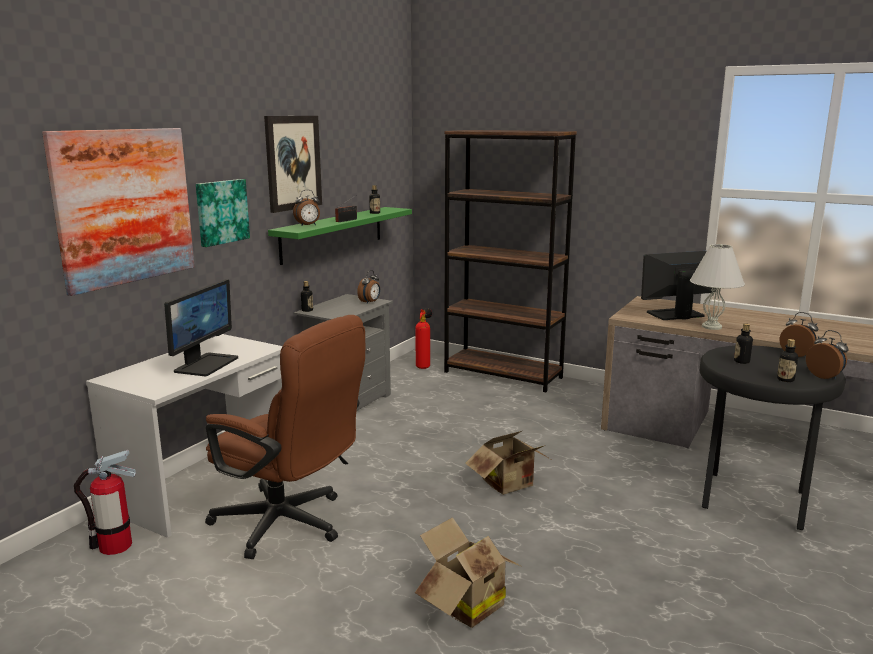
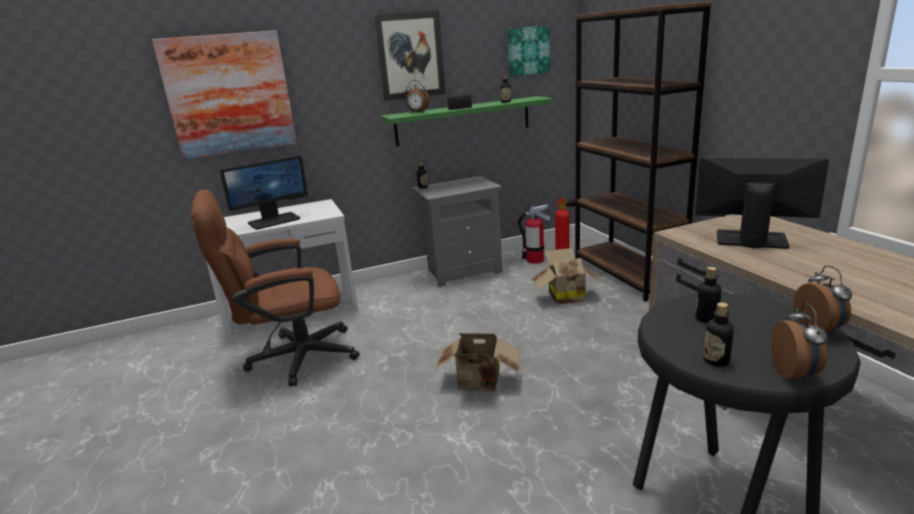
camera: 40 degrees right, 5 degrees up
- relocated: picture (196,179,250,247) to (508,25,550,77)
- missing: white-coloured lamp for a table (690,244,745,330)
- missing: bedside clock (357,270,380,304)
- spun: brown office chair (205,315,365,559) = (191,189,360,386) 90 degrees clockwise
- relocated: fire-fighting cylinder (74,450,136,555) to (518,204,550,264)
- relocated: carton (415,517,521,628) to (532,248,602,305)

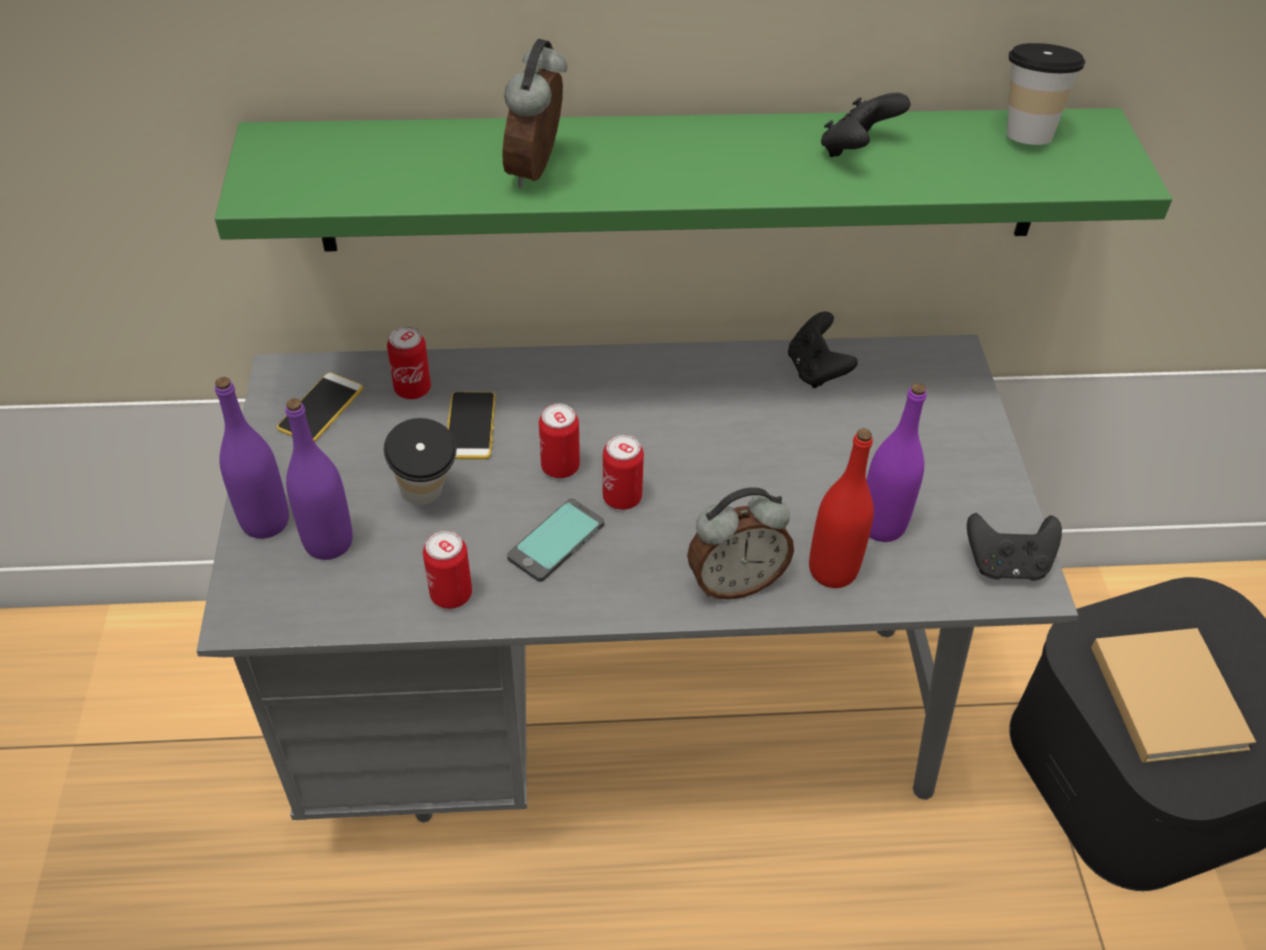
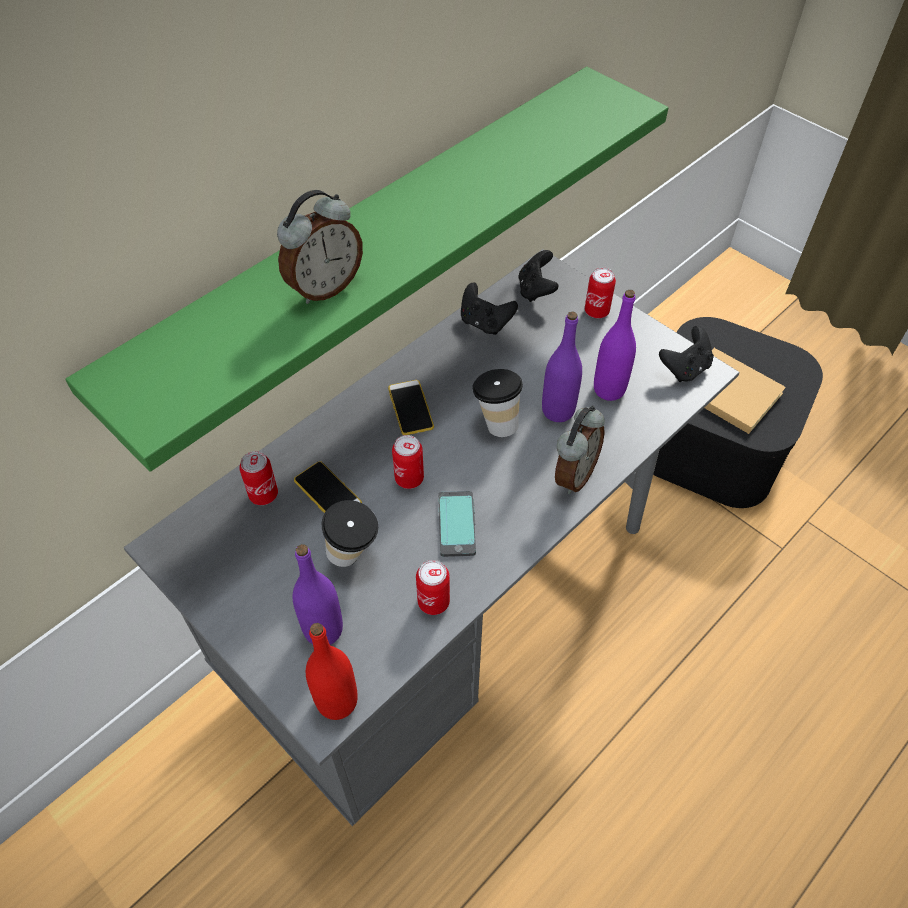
camera: 40 degrees left, 5 degrees up
- spun: bedside clock (503,39,567,188) = (277,190,363,304) 105 degrees counterclockwise
- relocated: drinking cup (1007,43,1085,145) to (472,369,523,437)
- relocated: blackish gamepad (821,93,910,157) to (518,250,559,302)
- relocated: phone (277,373,363,442) to (388,380,434,435)
- relocated: purple-coloured beverage bottle (215,377,289,539) to (542,311,582,422)
- relocated: reddish beverage bottle (809,428,874,588) to (306,623,358,720)
- relocated: can (603,434,644,510) to (585,268,616,318)

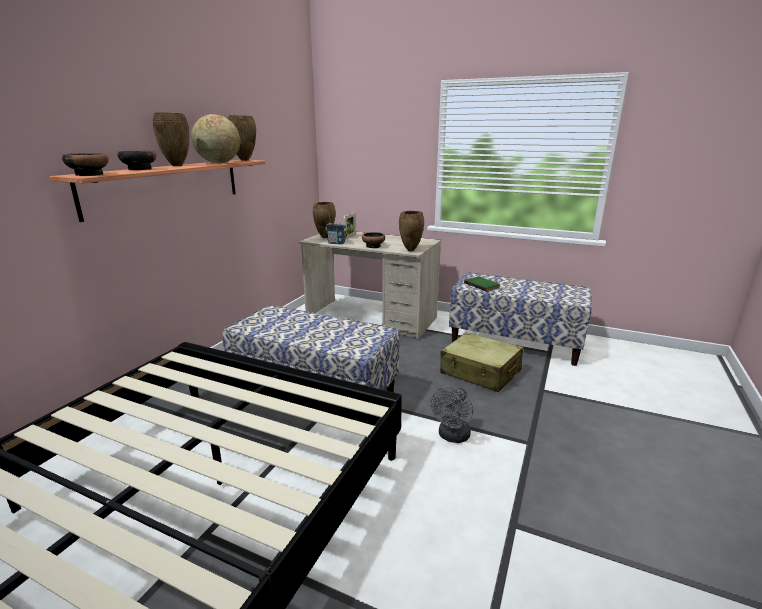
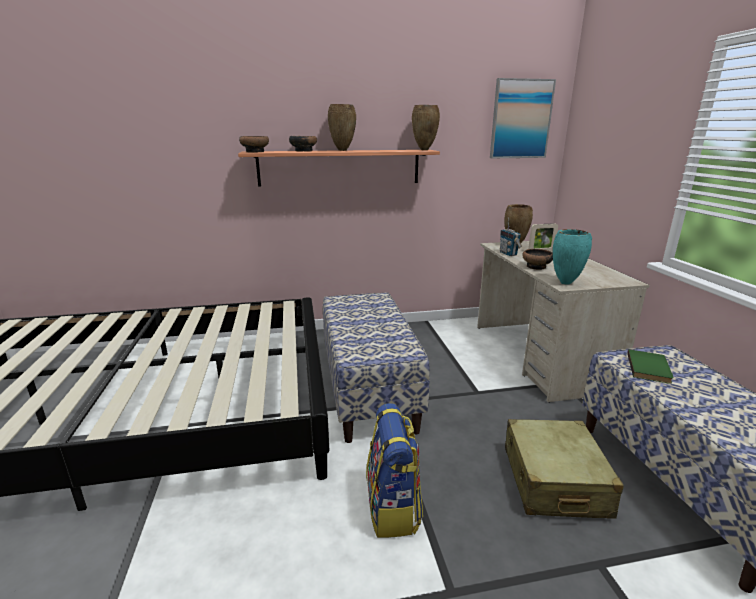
camera: 55 degrees right, 0 degrees up
- missing: world globe (191,114,240,163)
- colour: brown flower vase (399,211,424,251) to blue-green flower vase (553,229,592,285)
- exchanged: grey electric fan (431,387,473,443) to knapsack (366,403,423,538)
- appeared: picture (490,78,556,158)

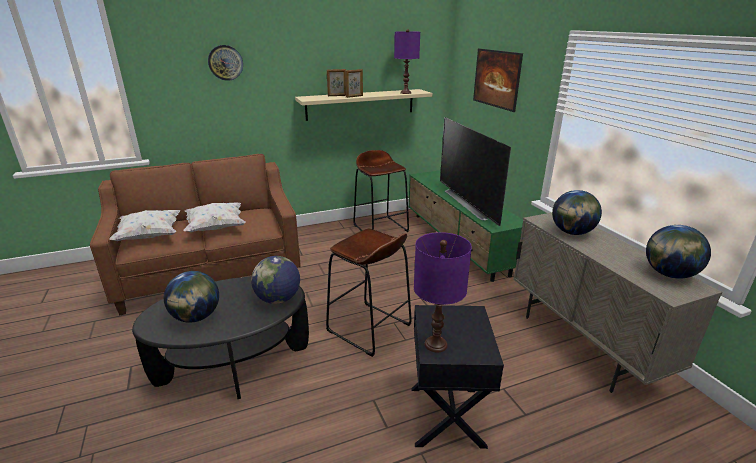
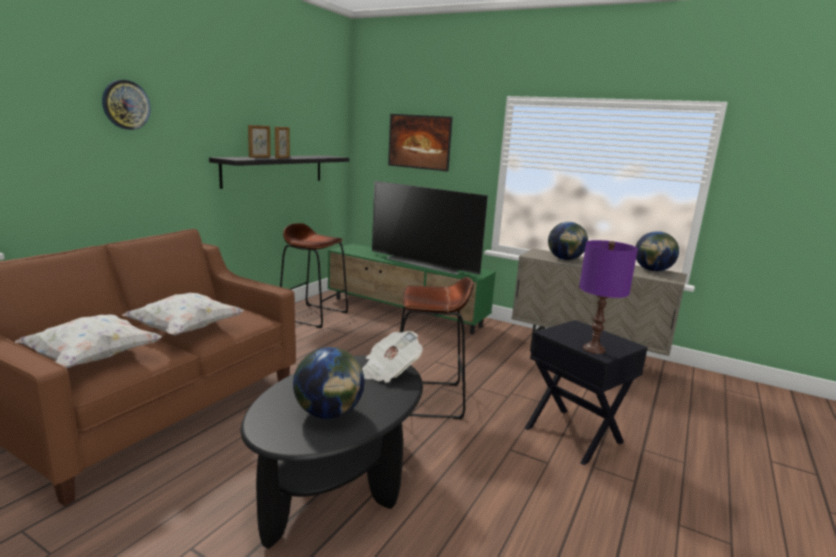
camera: 40 degrees left, 10 degrees down
- missing: purple-coloured lamp for a table (394,29,420,94)
- colour: beige bracket shelf (295,89,432,121) to blackish bracket shelf (209,155,349,189)
- exchanged: world globe (251,256,300,304) to newspaper (362,331,423,383)

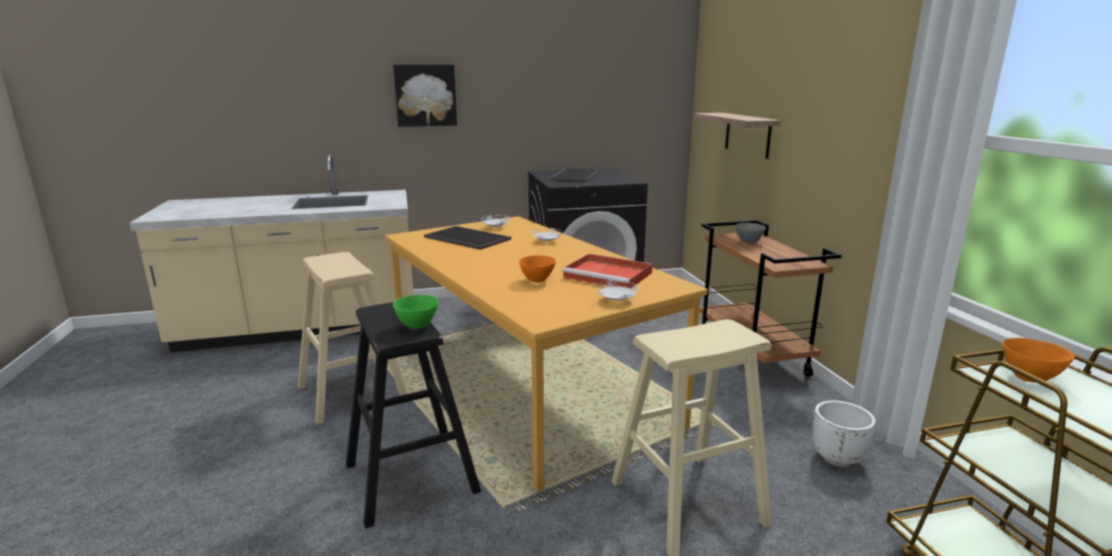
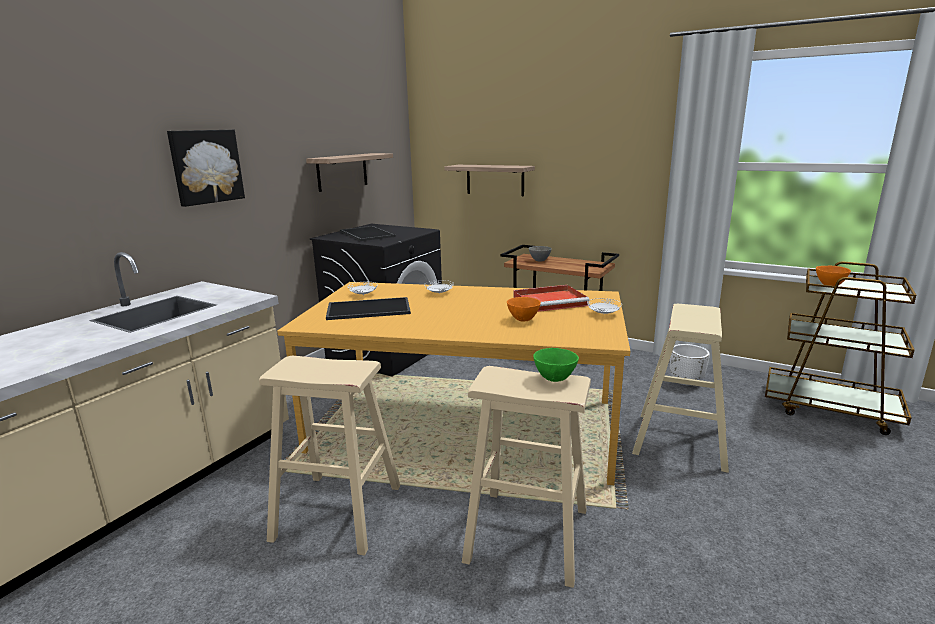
camera: 45 degrees left, 0 degrees up
- colour: blackish stool seat (346,302,481,528) to beige stool seat (462,366,591,588)
- appeared: bracket shelf (306,153,393,192)

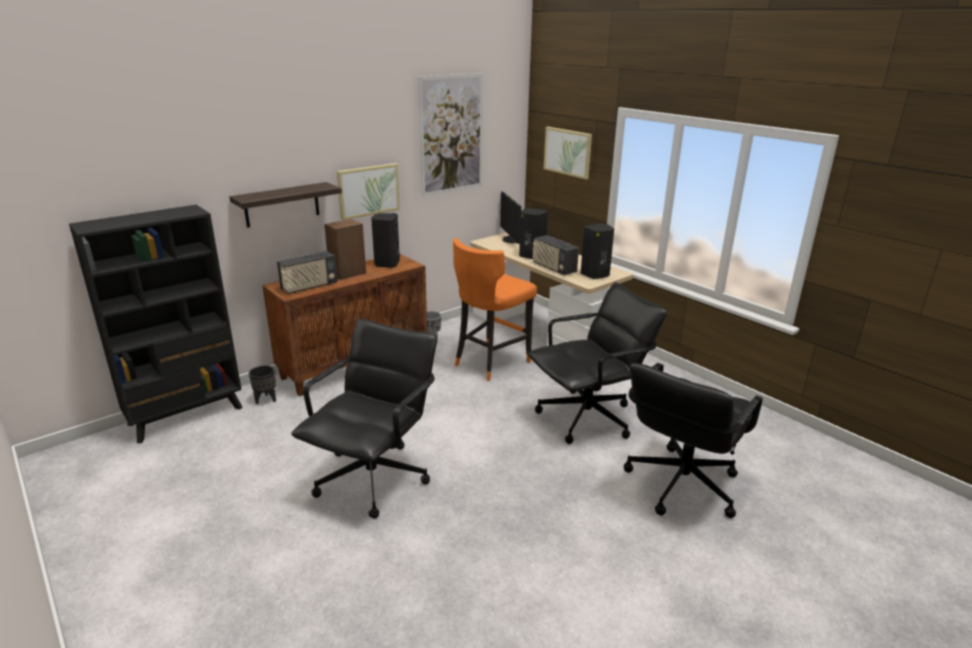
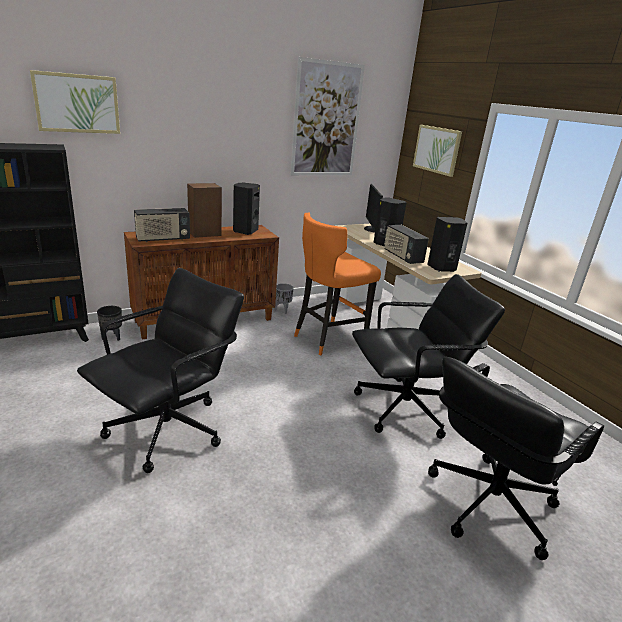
camera: 10 degrees right, 0 degrees up
- relocated: picture (337,163,400,220) to (30,70,120,134)
- missing: bracket shelf (229,182,342,228)

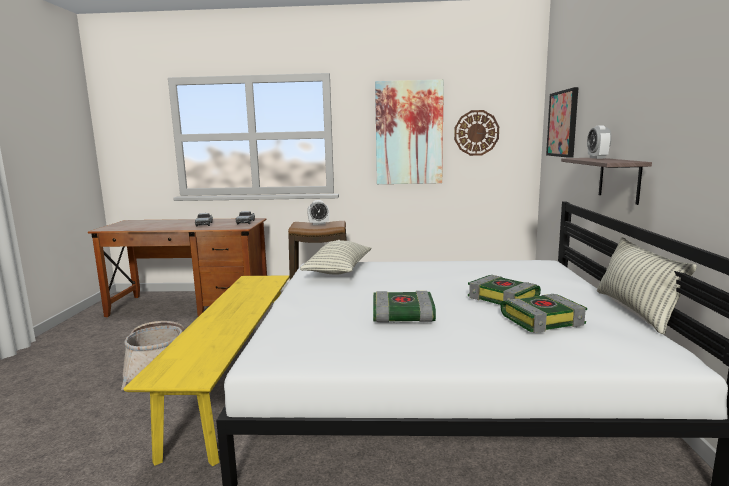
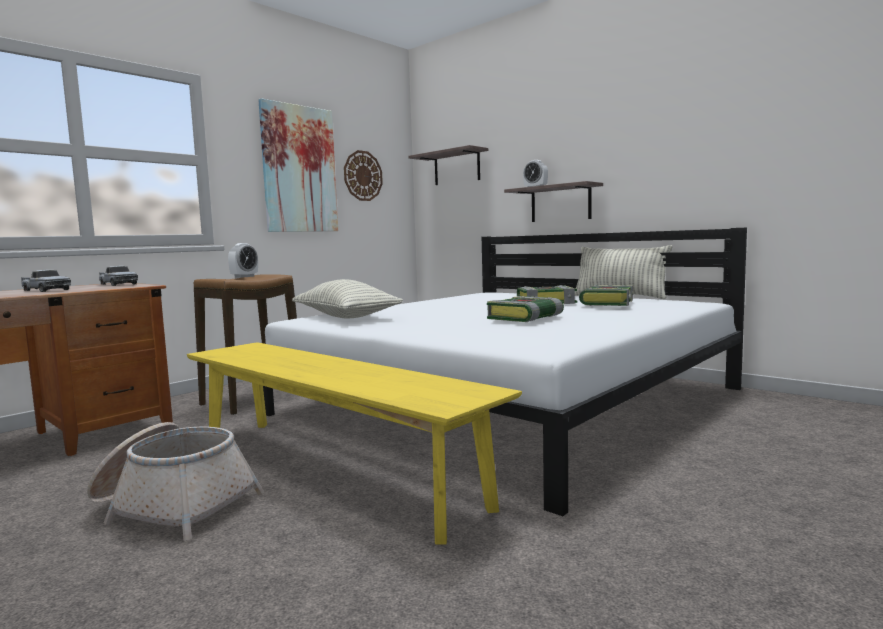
camera: 50 degrees left, 5 degrees down
- exchanged: picture (546,87,578,158) to bracket shelf (409,145,488,185)

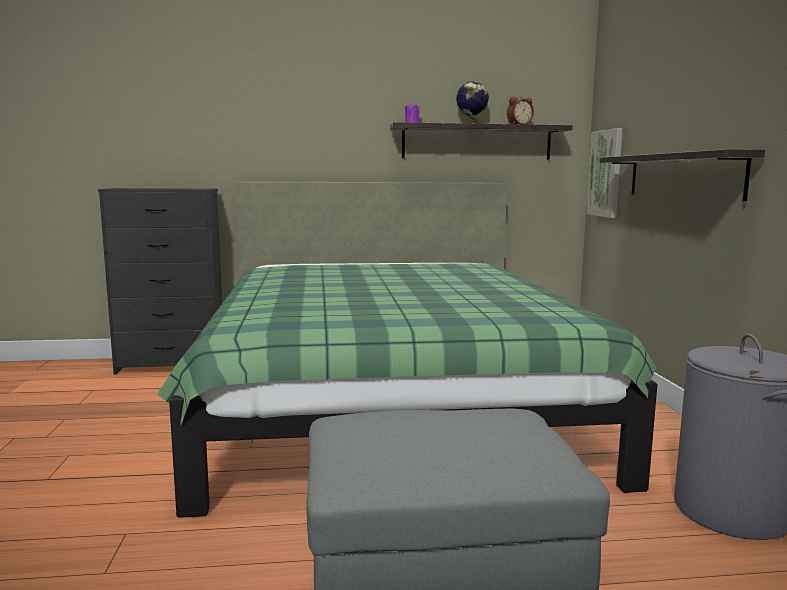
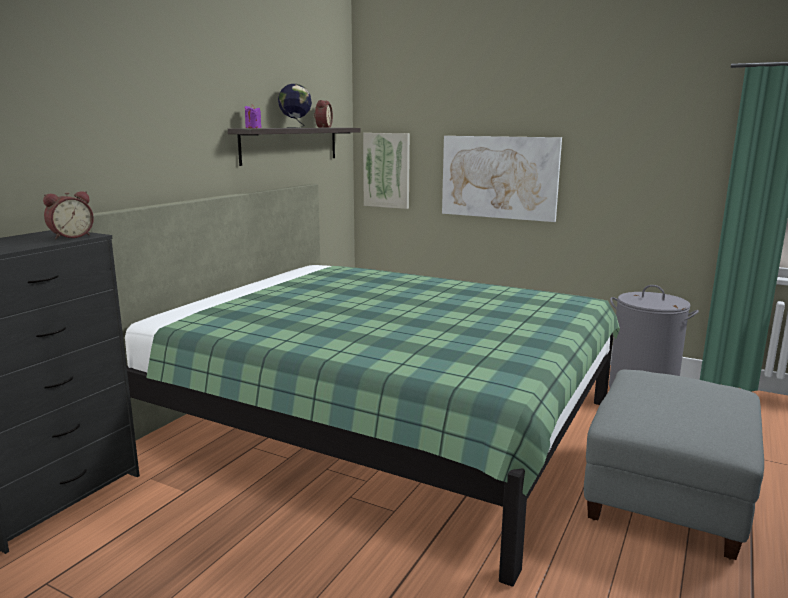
camera: 55 degrees left, 5 degrees up
- exchanged: bracket shelf (600,149,765,201) to picture (442,136,562,222)
- appeared: bedside clock (43,191,94,239)

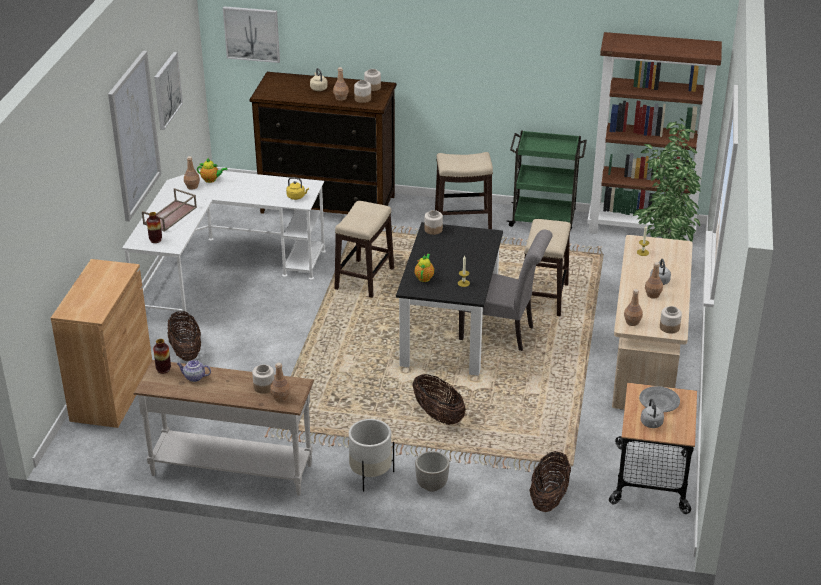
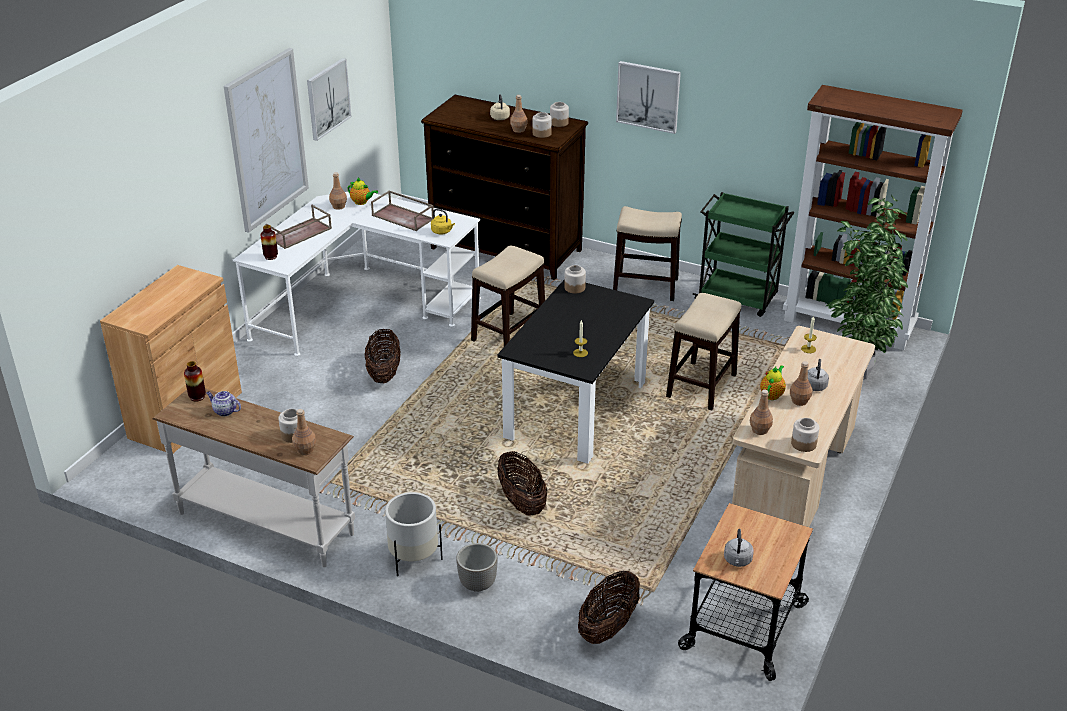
camera: 15 degrees right, 0 degrees up
- relocated: picture (223,6,280,63) to (616,61,681,134)
- missing: grey chair (458,230,553,351)
- relocated: teapot (414,254,434,282) to (760,365,786,400)
- relocated: household basket (167,311,201,361) to (365,328,401,383)
- missing: grey dinner plate (639,386,680,412)
- appeared: brown serving tray (371,191,434,231)

